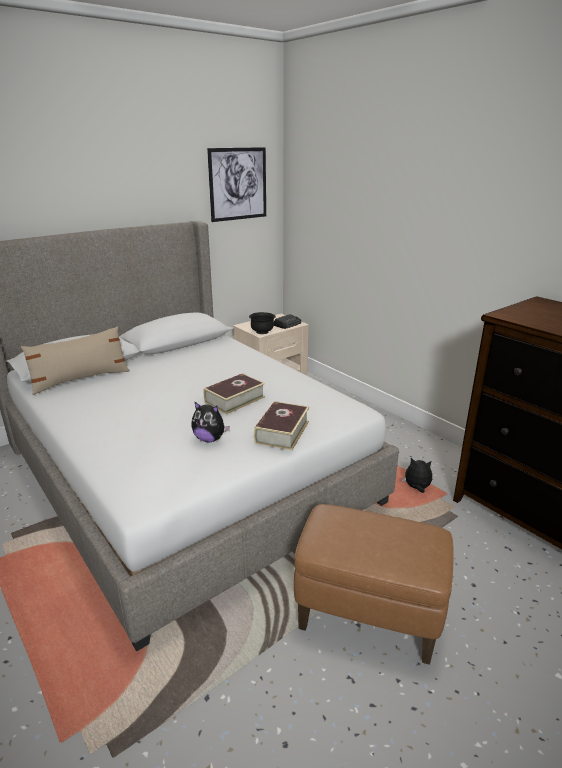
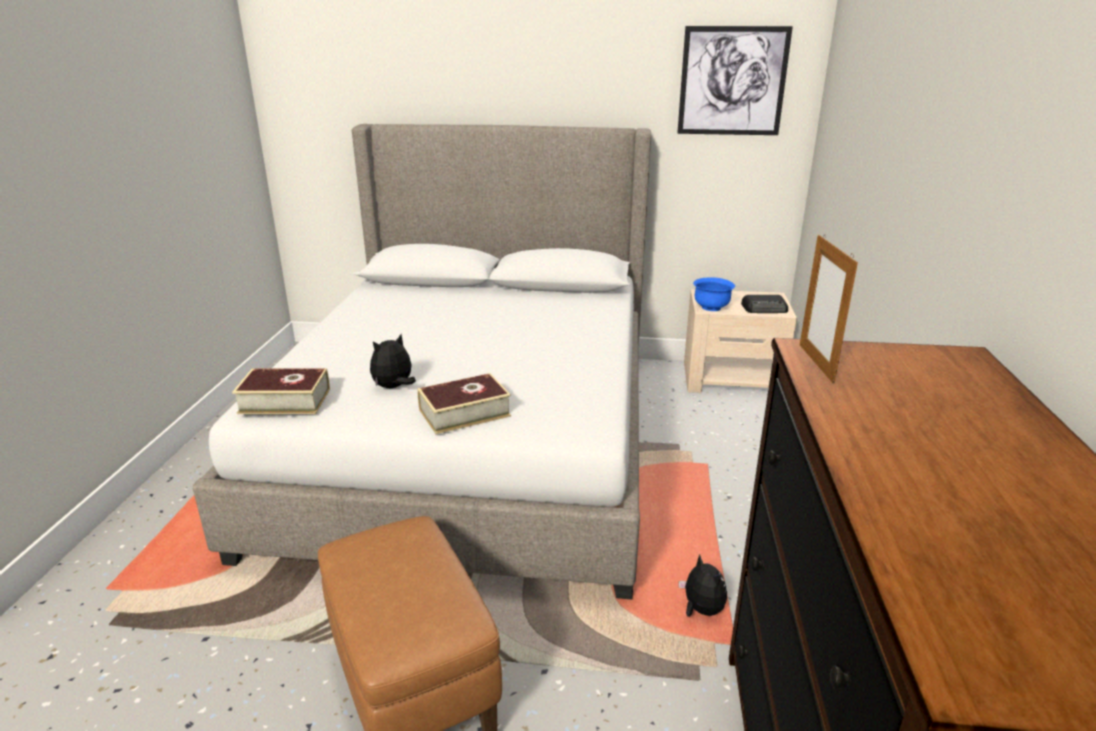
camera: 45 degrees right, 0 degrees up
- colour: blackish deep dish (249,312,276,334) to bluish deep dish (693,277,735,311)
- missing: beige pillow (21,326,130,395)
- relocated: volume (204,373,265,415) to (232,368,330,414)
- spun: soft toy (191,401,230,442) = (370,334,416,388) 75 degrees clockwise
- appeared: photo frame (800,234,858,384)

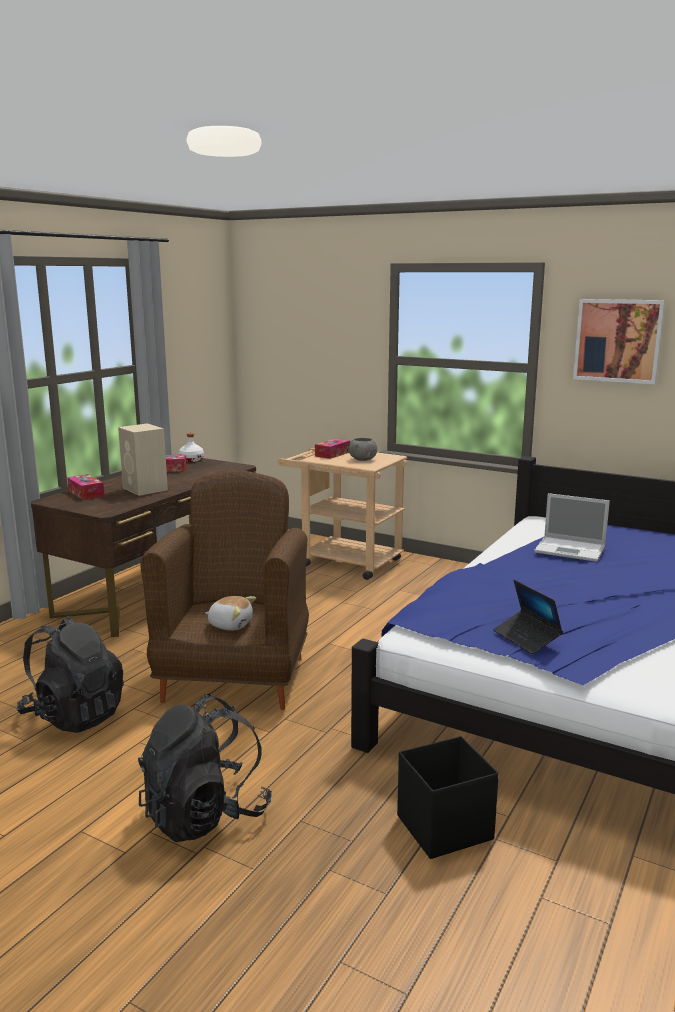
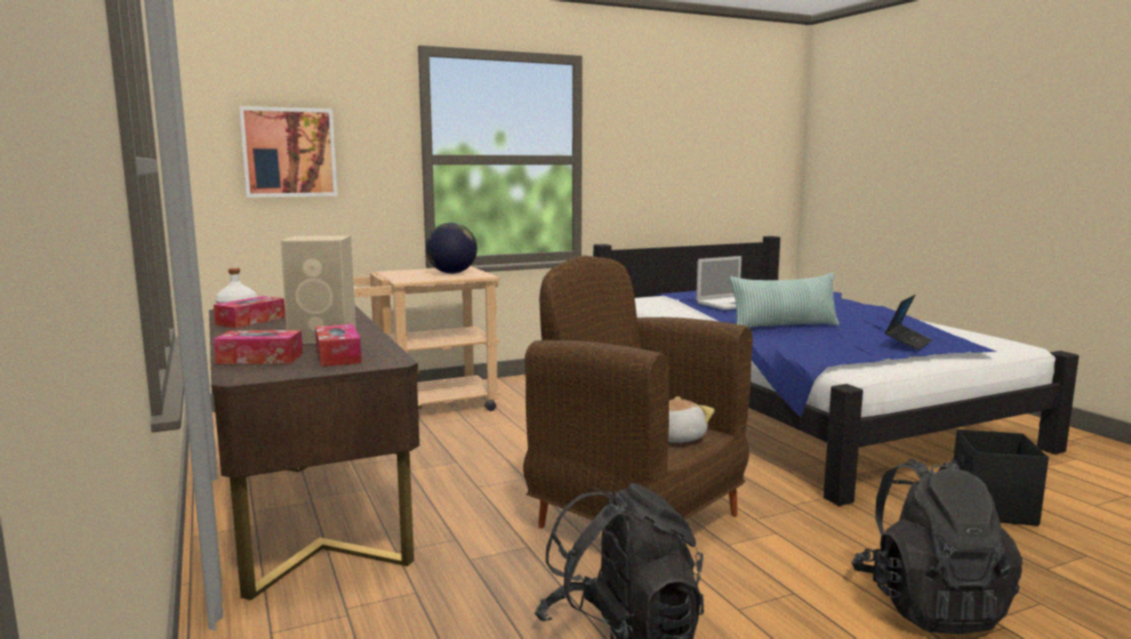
camera: 55 degrees left, 5 degrees down
- relocated: picture (573,299,665,384) to (239,106,338,198)
- exchanged: grey deep dish (349,438,377,461) to world globe (426,223,477,274)
- relocated: box of tissues (315,439,350,459) to (315,324,362,367)
- spun: portable computer (493,580,563,654) = (885,295,932,350) 60 degrees counterclockwise
- appeared: pillow (729,273,839,328)

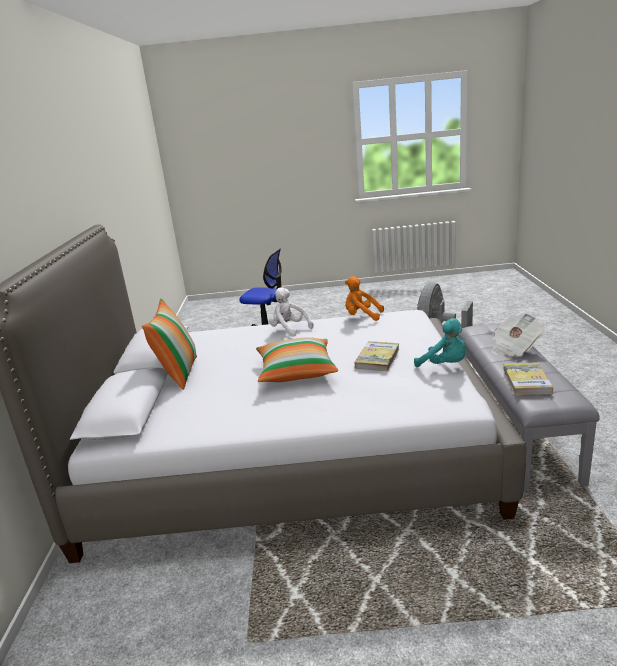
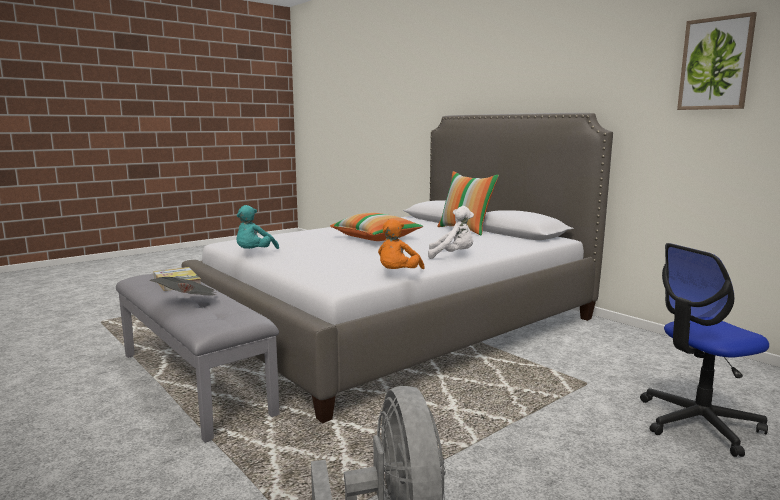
camera: 140 degrees right, 10 degrees down
- spun: orangey soft toy (345,276,384,321) = (378,219,425,269) 135 degrees clockwise
- spun: blue-green soft toy (414,318,466,367) = (237,205,279,249) 75 degrees counterclockwise
- missing: volume (354,341,400,371)
- appeared: picture (677,12,757,110)

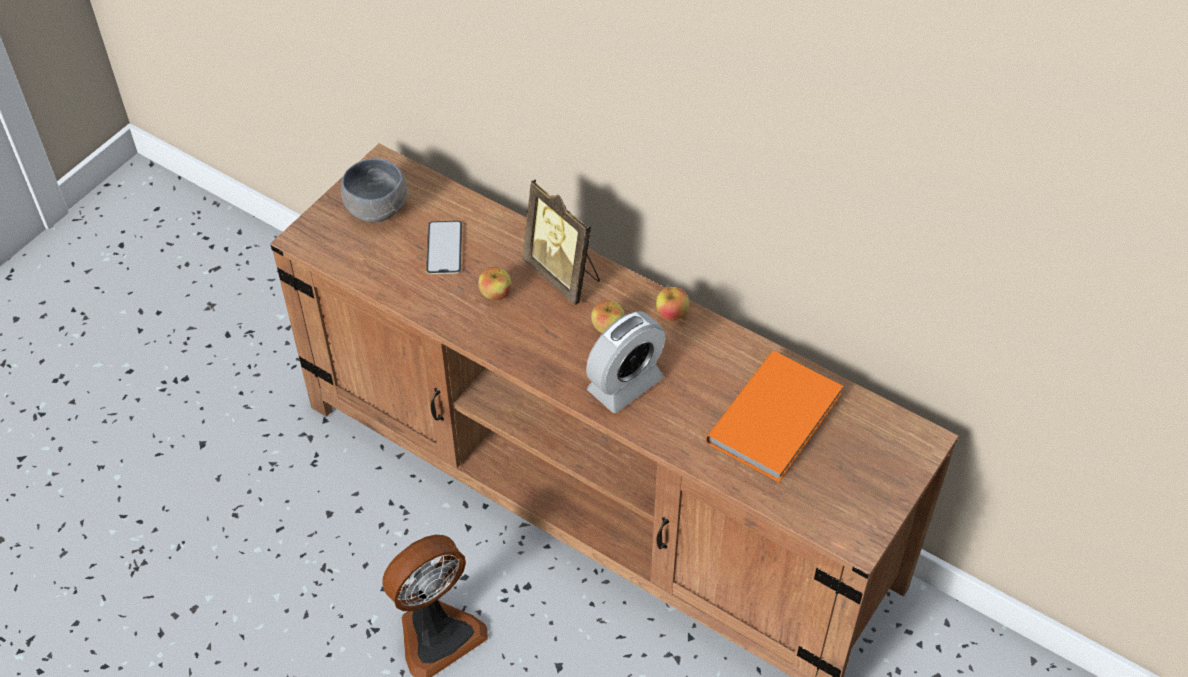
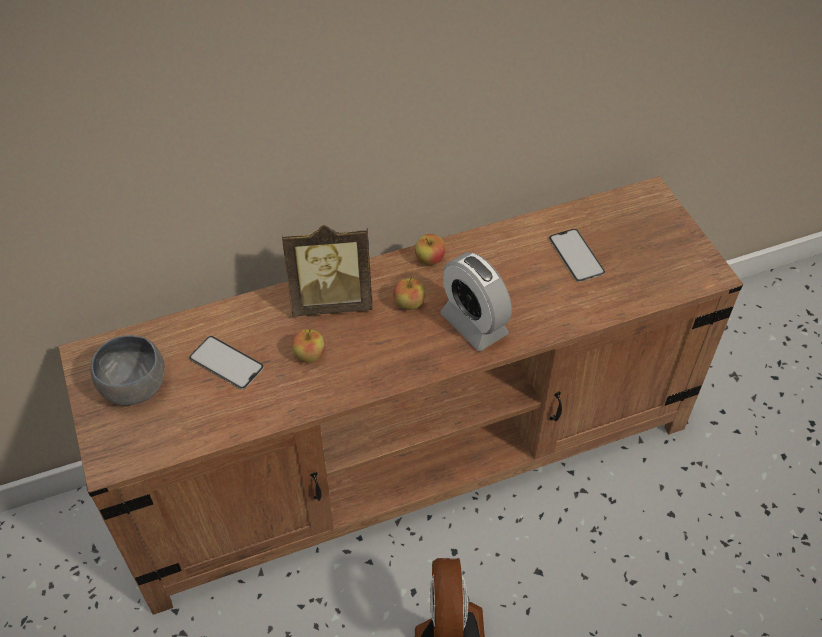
camera: 55 degrees left, 0 degrees up
- spun: bedside clock (586,311,665,413) = (440,252,511,351) 150 degrees clockwise
- exchanged: orangey volume (706,351,843,482) to phone (549,229,605,282)

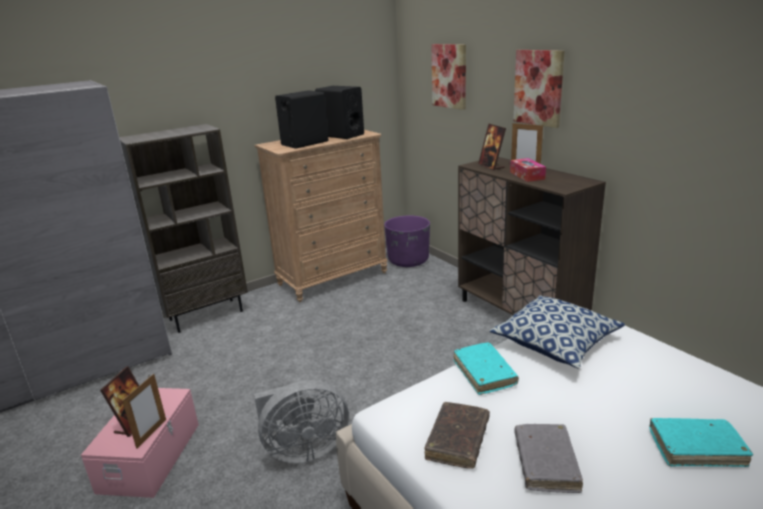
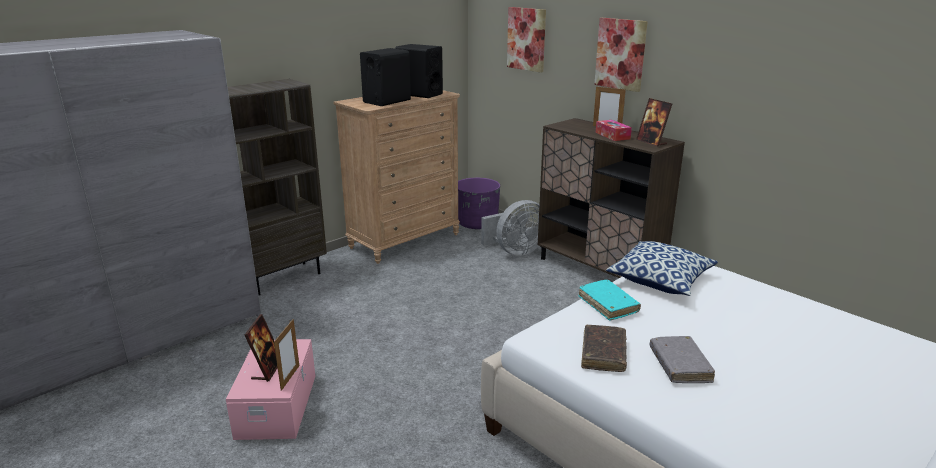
camera: 10 degrees left, 0 degrees up
- relocated: photo frame (478,124,506,170) to (636,98,672,147)
- relocated: grey electric fan (254,380,349,463) to (481,200,539,256)
- missing: blue-green volume (649,418,753,467)

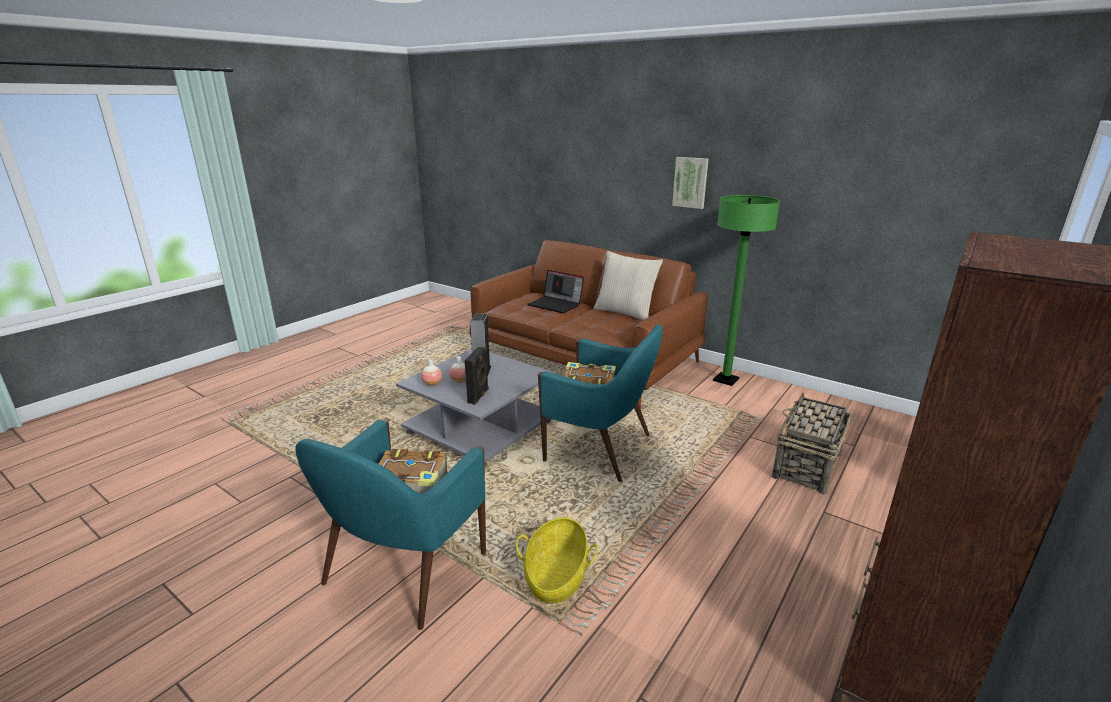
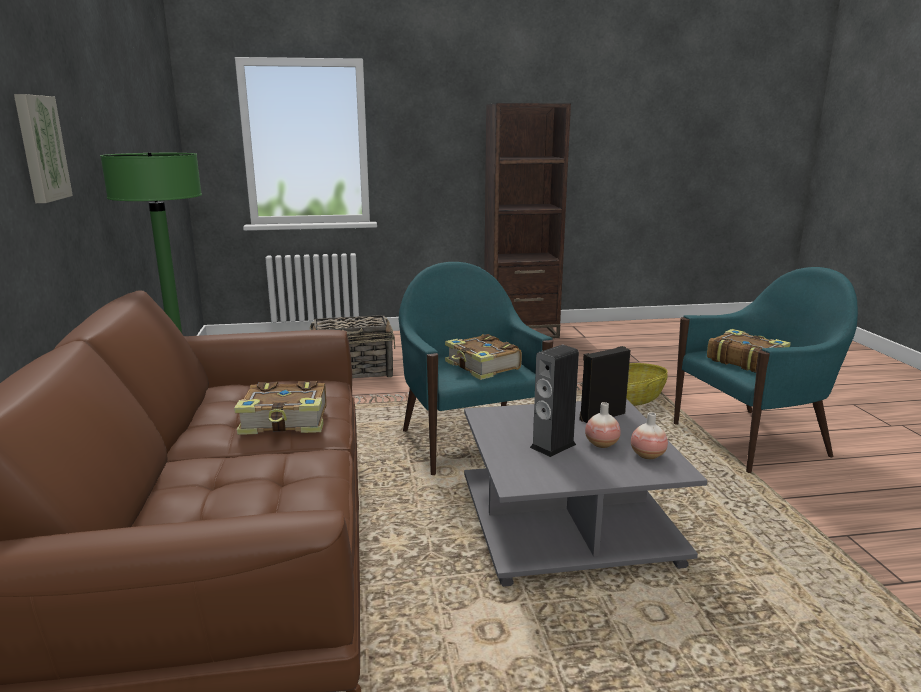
camera: 135 degrees left, 5 degrees down
- missing: beige pillow (593,251,663,321)
- missing: portable computer (528,270,584,313)
- appeared: volume (234,381,327,435)

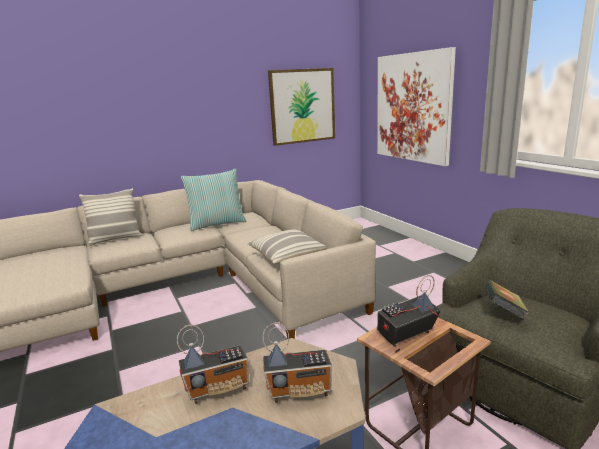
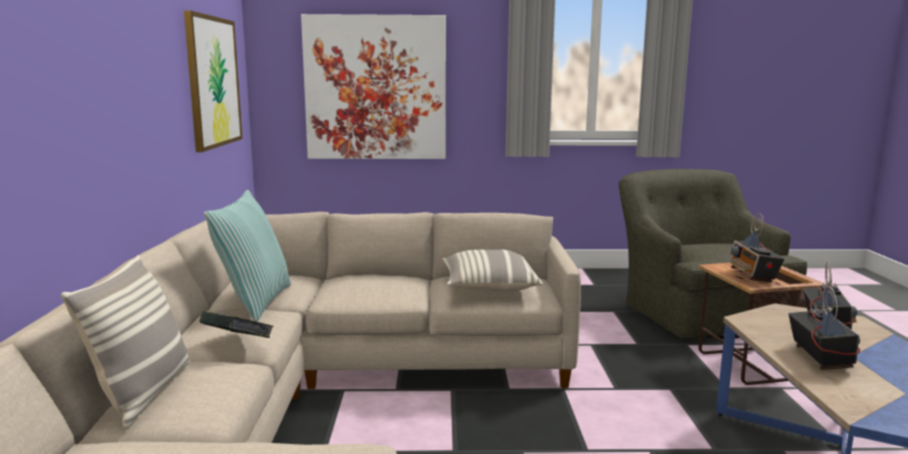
camera: 65 degrees left, 5 degrees down
- relocated: volume (484,280,530,320) to (199,311,274,338)

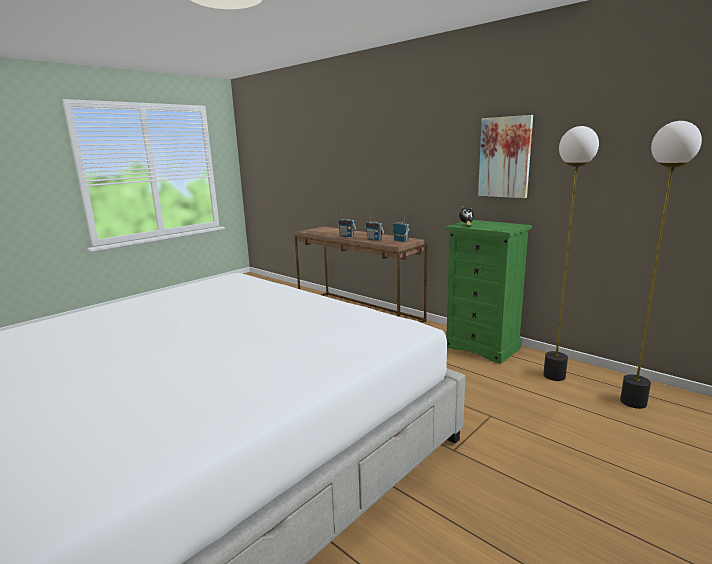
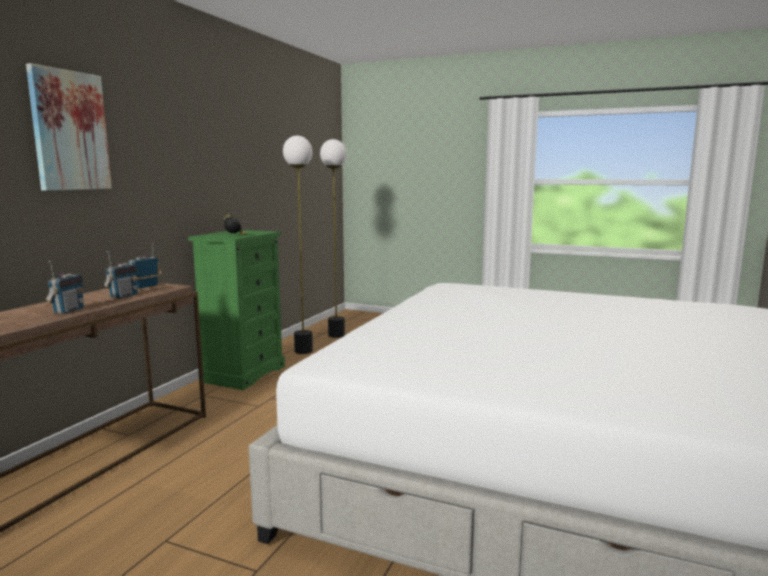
camera: 110 degrees left, 5 degrees down
- relocated: picture (478,115,533,198) to (26,63,112,191)

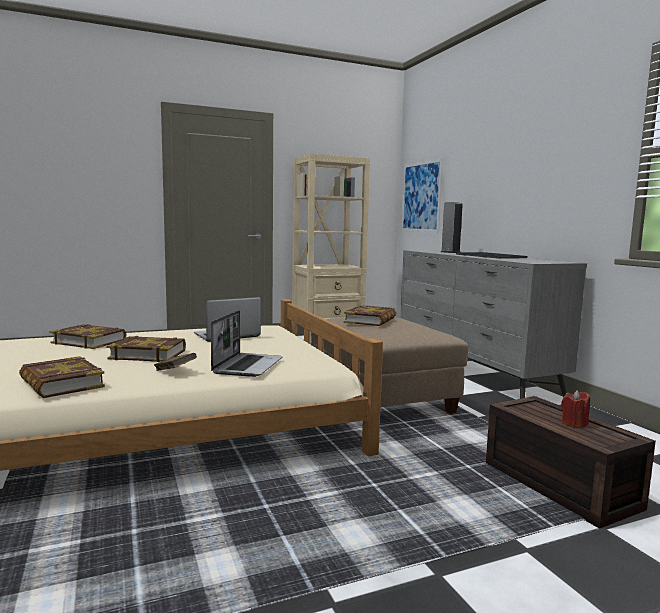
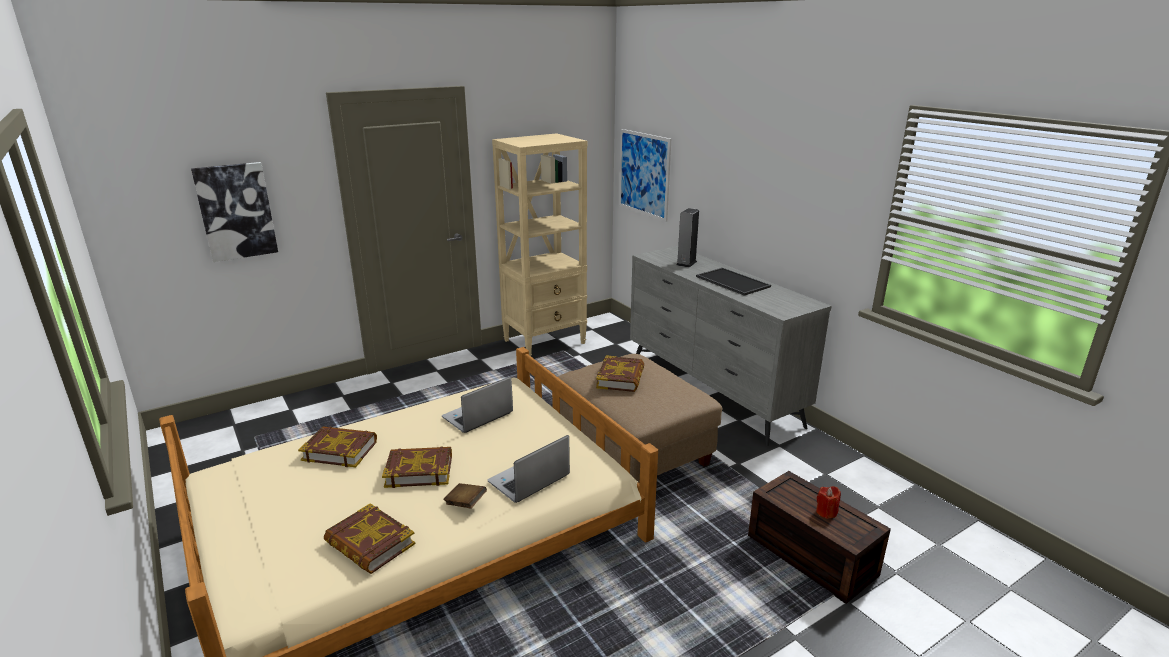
camera: 10 degrees left, 15 degrees up
- spun: portable computer (211,310,283,377) = (488,435,570,503) 135 degrees counterclockwise
- appeared: picture (191,162,278,262)

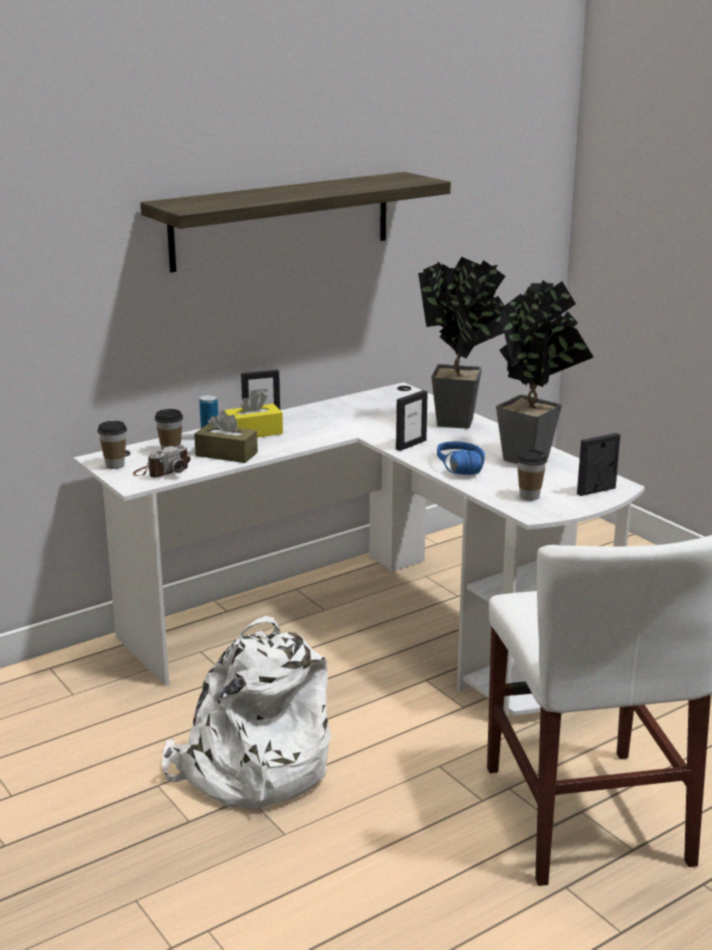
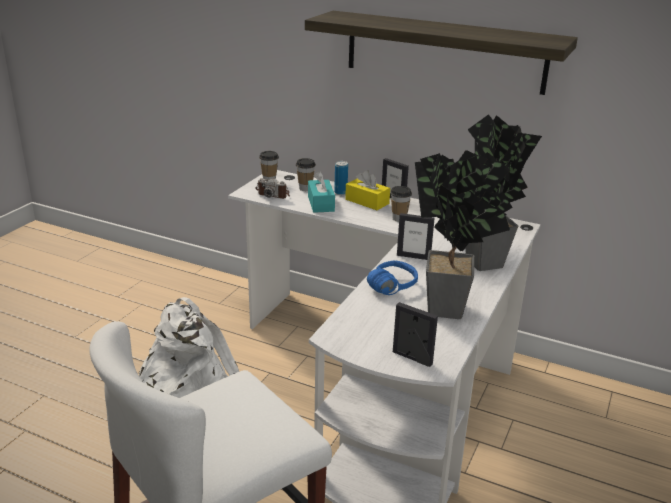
camera: 60 degrees right, 5 degrees up
- colour: brown box of tissues (194,410,258,463) to blue-green box of tissues (308,171,335,213)
- relocated: drinking cup (516,449,547,501) to (390,186,412,222)

